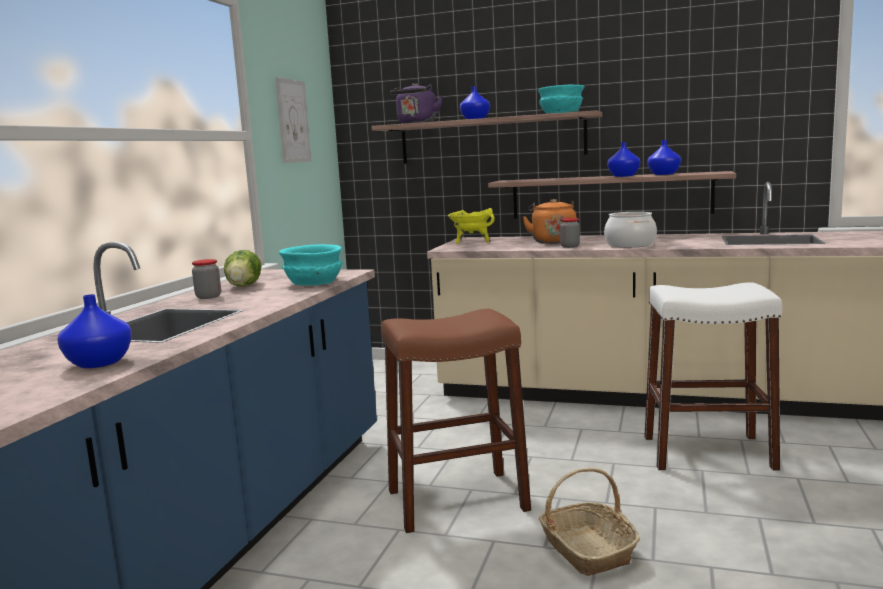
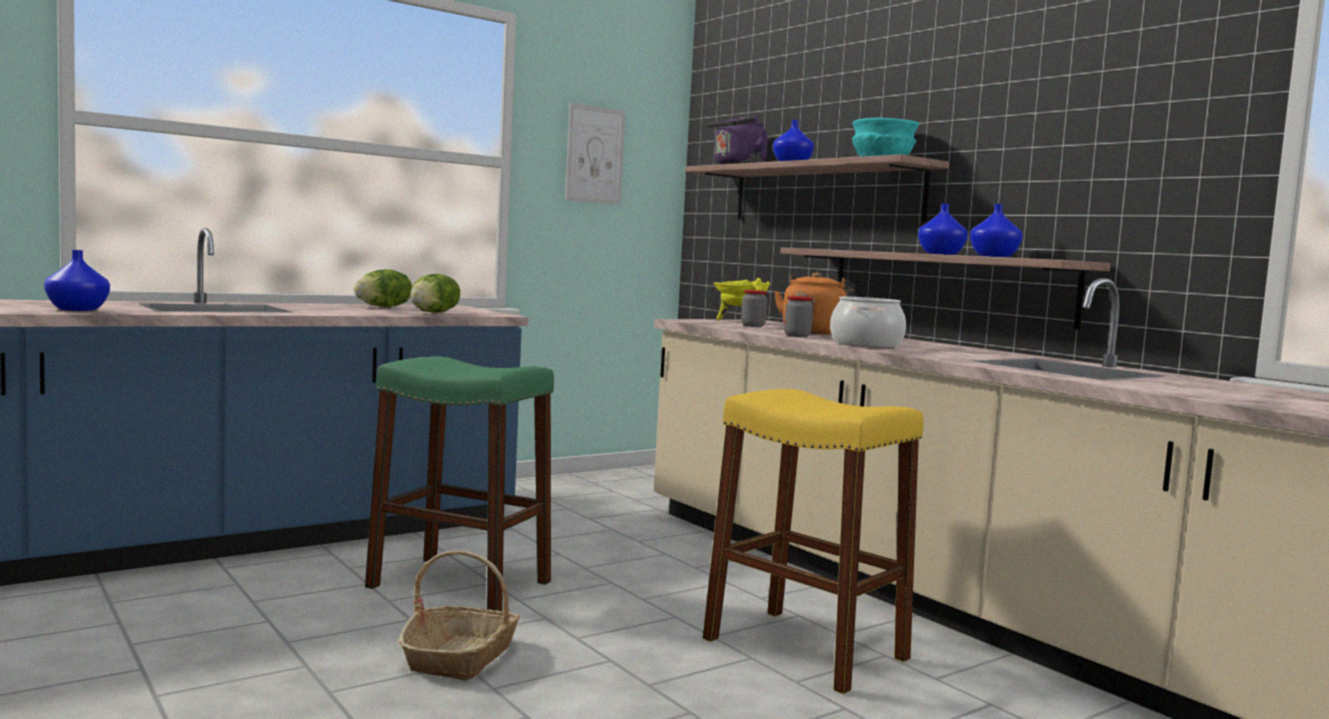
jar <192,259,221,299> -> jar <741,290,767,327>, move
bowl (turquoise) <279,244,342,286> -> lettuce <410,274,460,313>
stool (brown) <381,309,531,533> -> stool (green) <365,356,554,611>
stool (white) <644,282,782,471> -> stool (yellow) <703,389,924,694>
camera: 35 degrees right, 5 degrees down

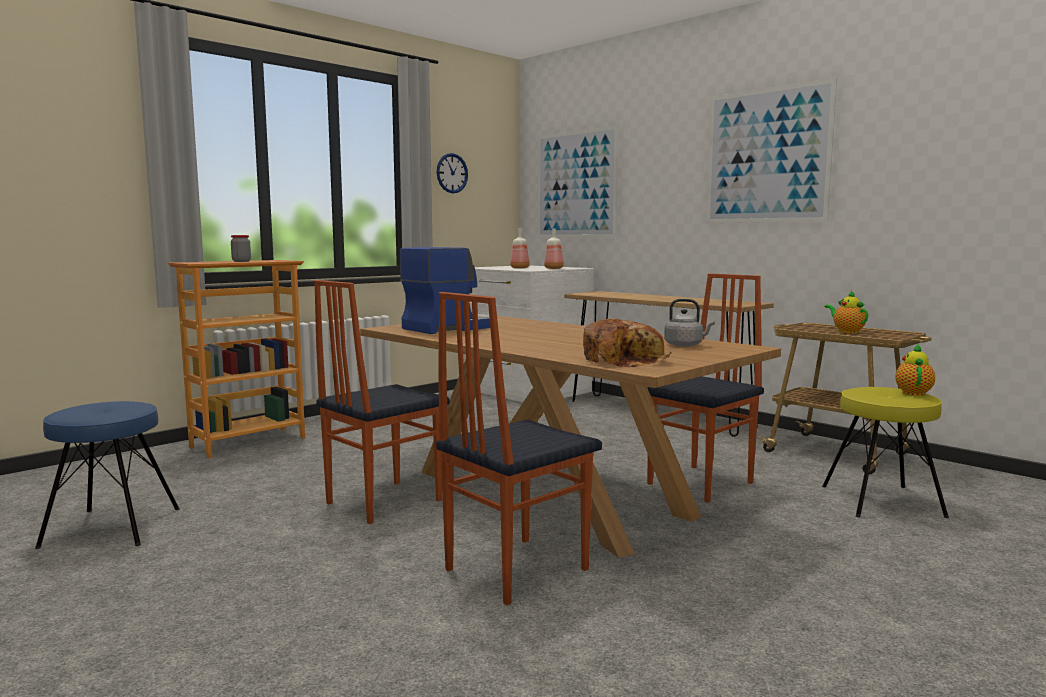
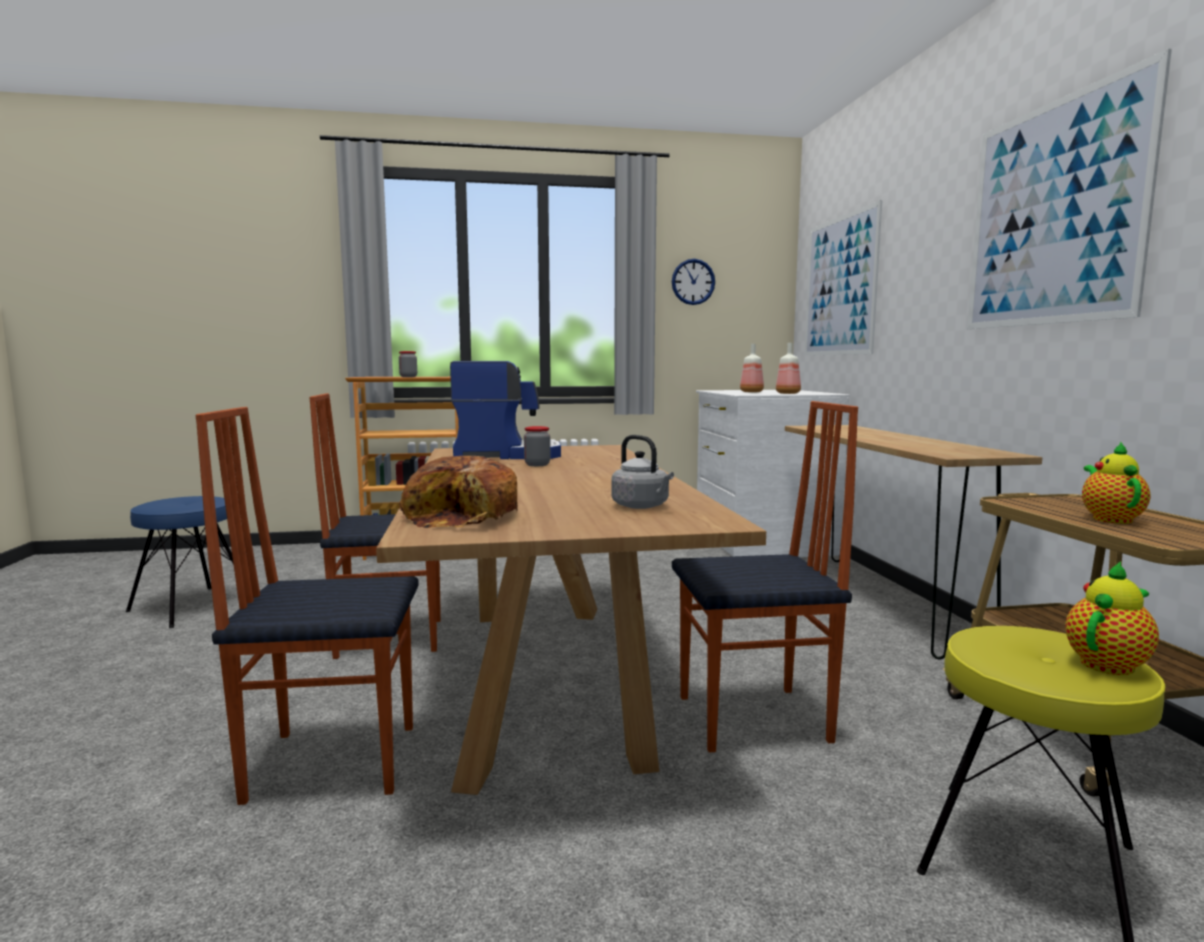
none -> jar <524,426,550,466>
camera: 35 degrees right, 0 degrees up

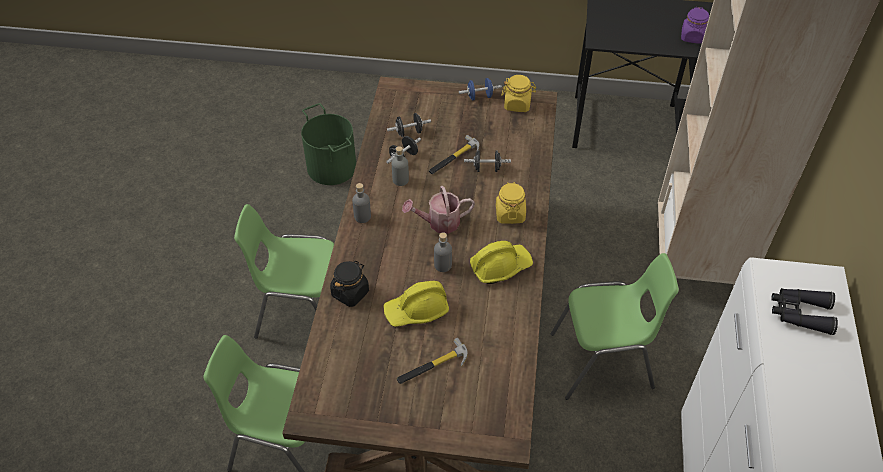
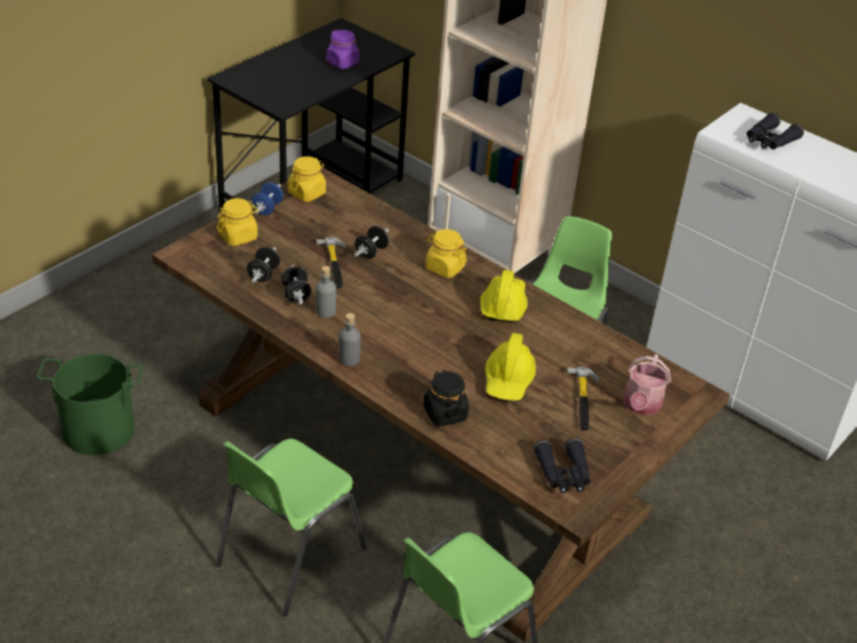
watering can <402,186,475,234> -> watering can <624,354,671,415>, move
bottle (grey) <434,232,452,272> -> none
none -> jar (yellow) <217,198,258,246>
none -> binoculars (black) <534,438,591,493>
camera: 60 degrees left, 10 degrees down

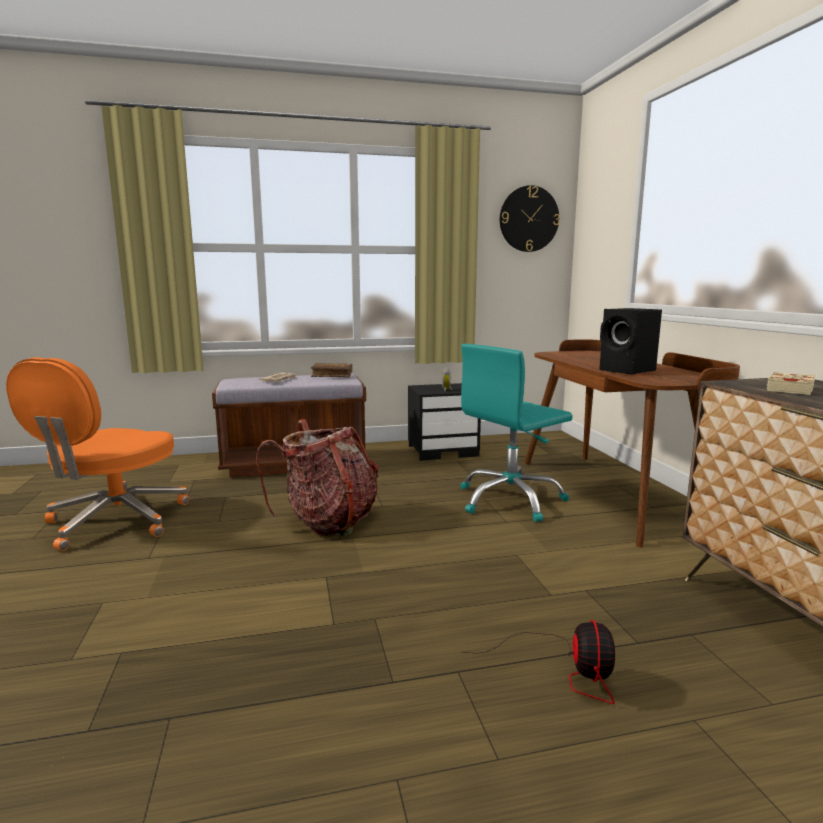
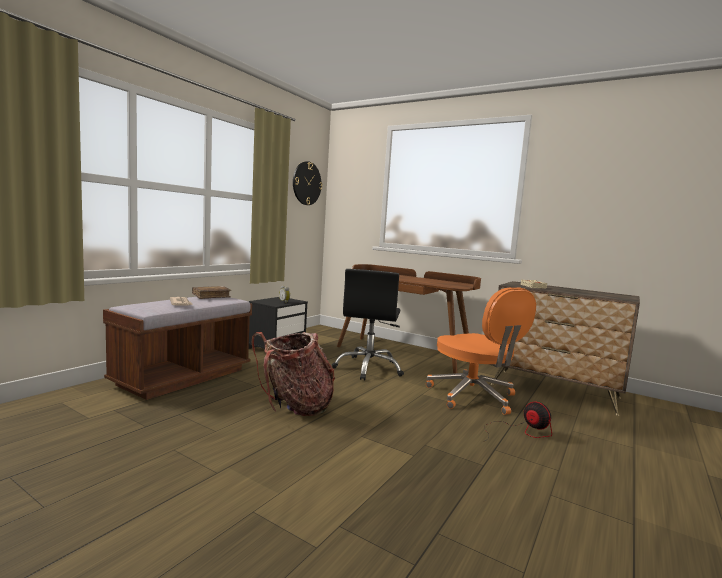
office chair (orange) <6,357,190,551> -> office chair (orange) <426,287,536,415>, move
office chair (turquoise) <460,344,573,522> -> office chair (black) <332,269,404,380>
speaker (black) <599,308,662,374> -> none
camera: 45 degrees left, 5 degrees down

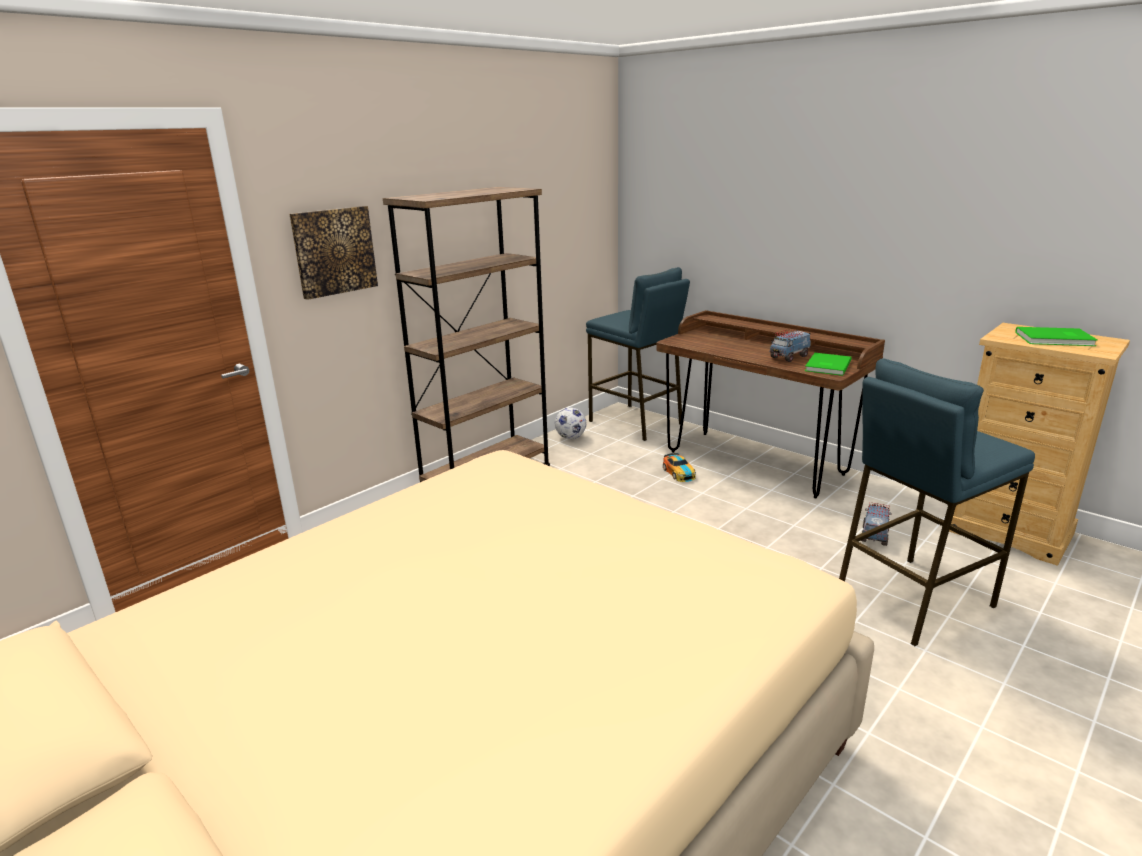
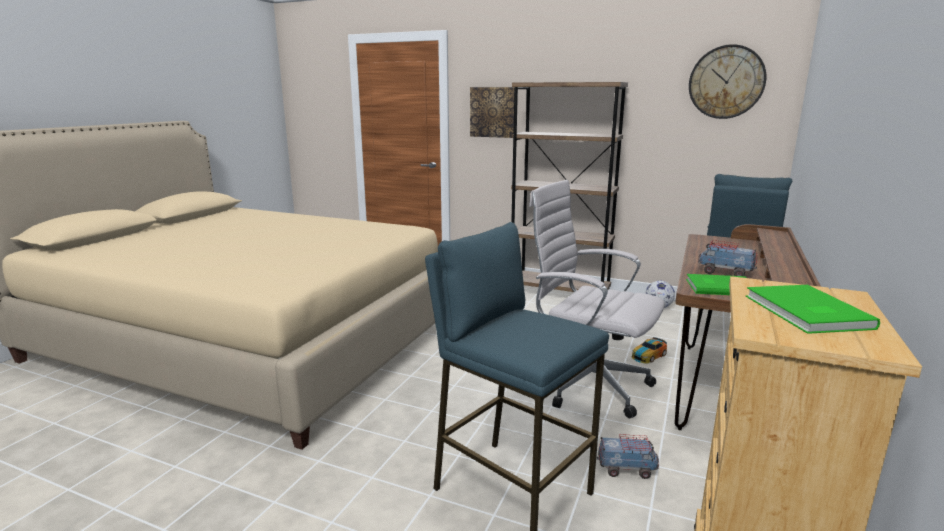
none -> office chair (white) <529,180,665,418>
none -> wall clock <689,44,766,119>
camera: 70 degrees right, 5 degrees down

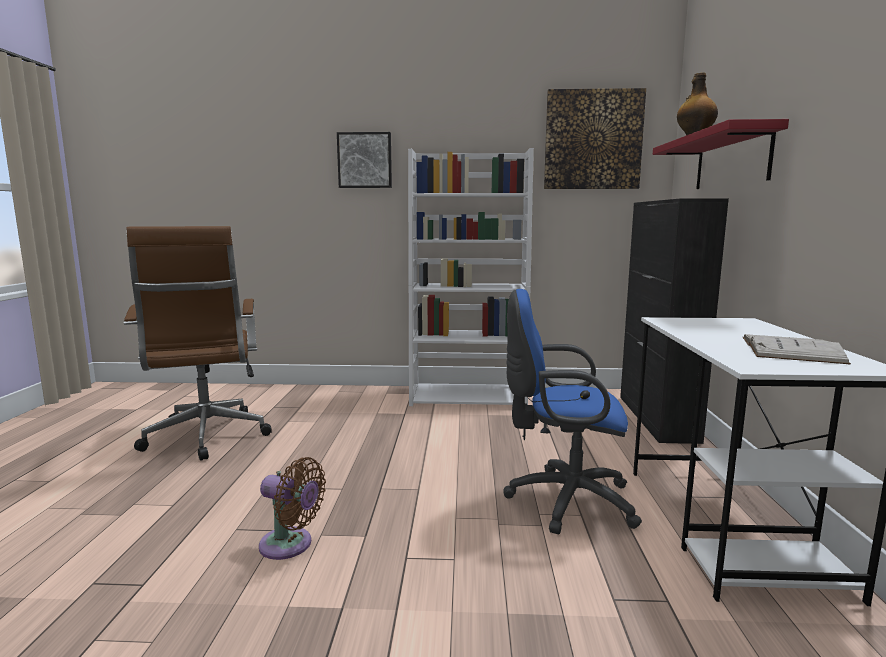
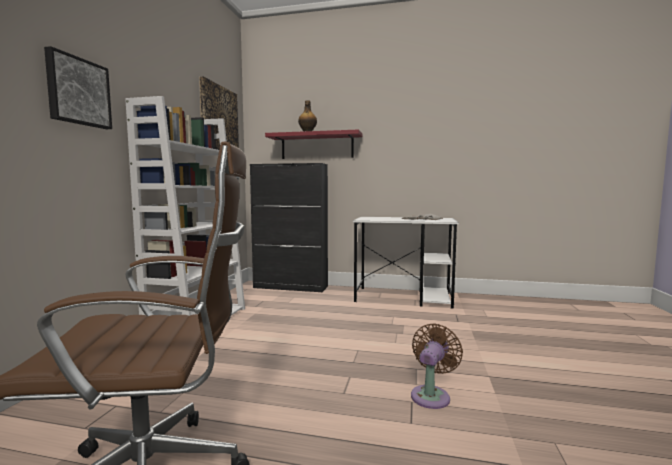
office chair (blue) <503,289,642,534> -> none
camera: 80 degrees left, 5 degrees down

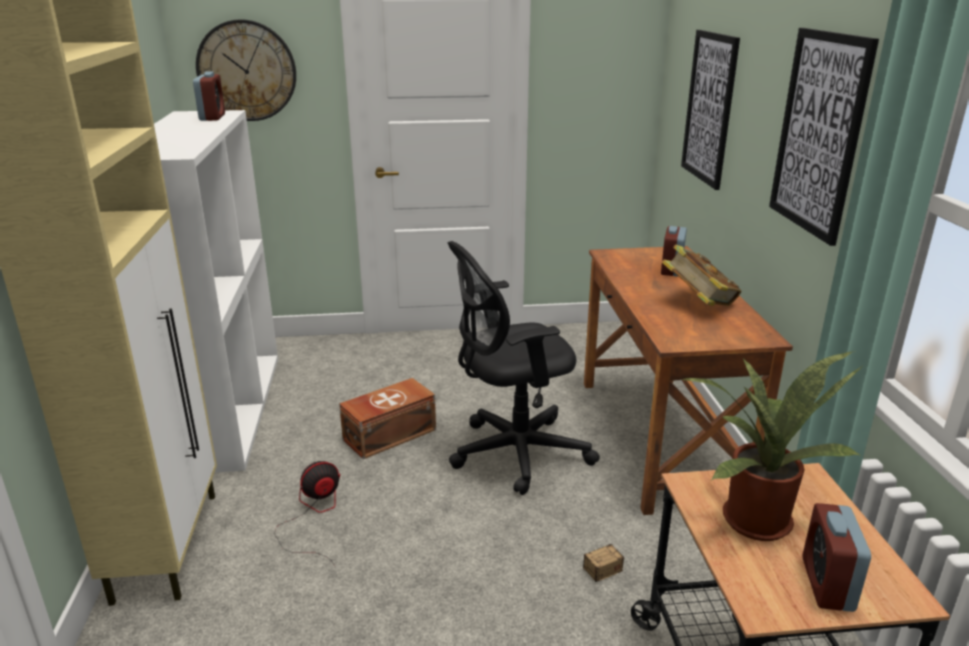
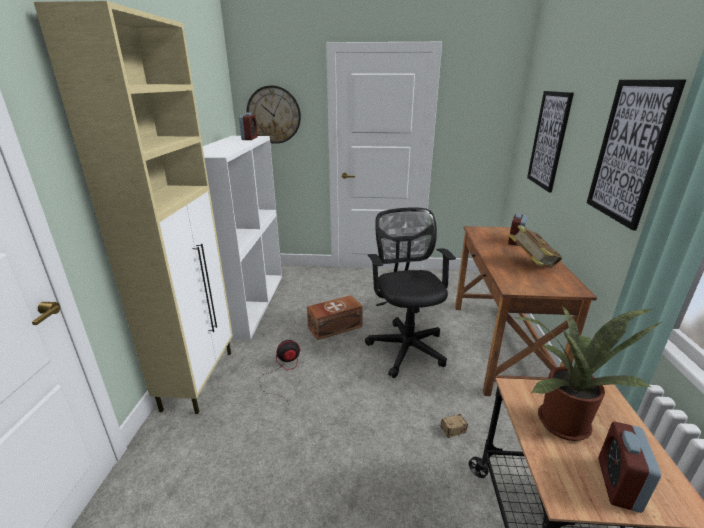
office chair (black) <447,241,600,495> -> office chair (black) <365,208,456,378>, 90 degrees clockwise
camera: 10 degrees right, 0 degrees up

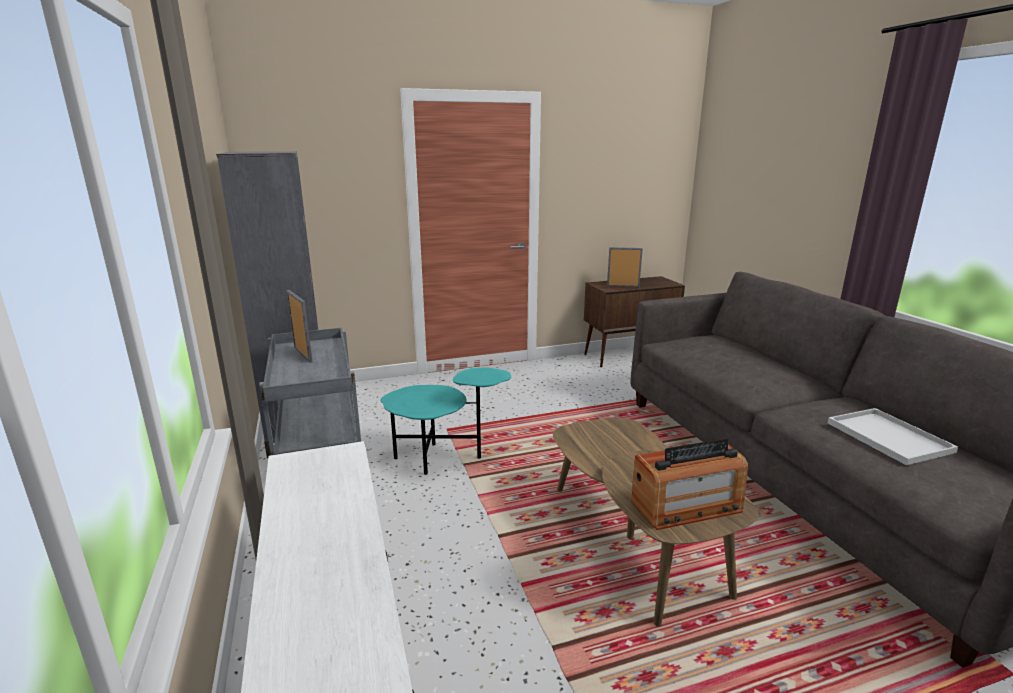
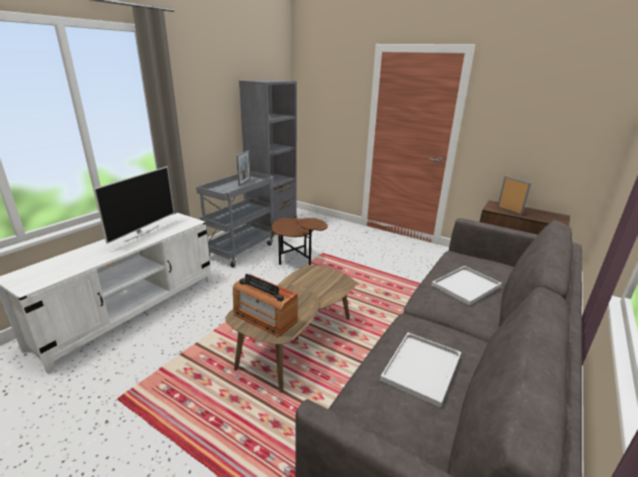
side table (turquoise) <380,368,511,475> -> side table (brown) <271,218,328,265>
none -> television <93,166,174,244>
none -> tray (white) <432,266,502,306>
camera: 50 degrees right, 5 degrees up

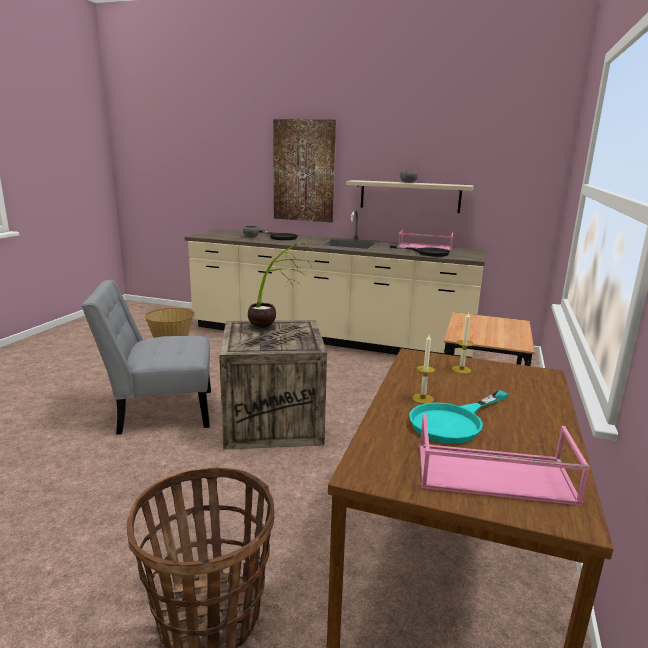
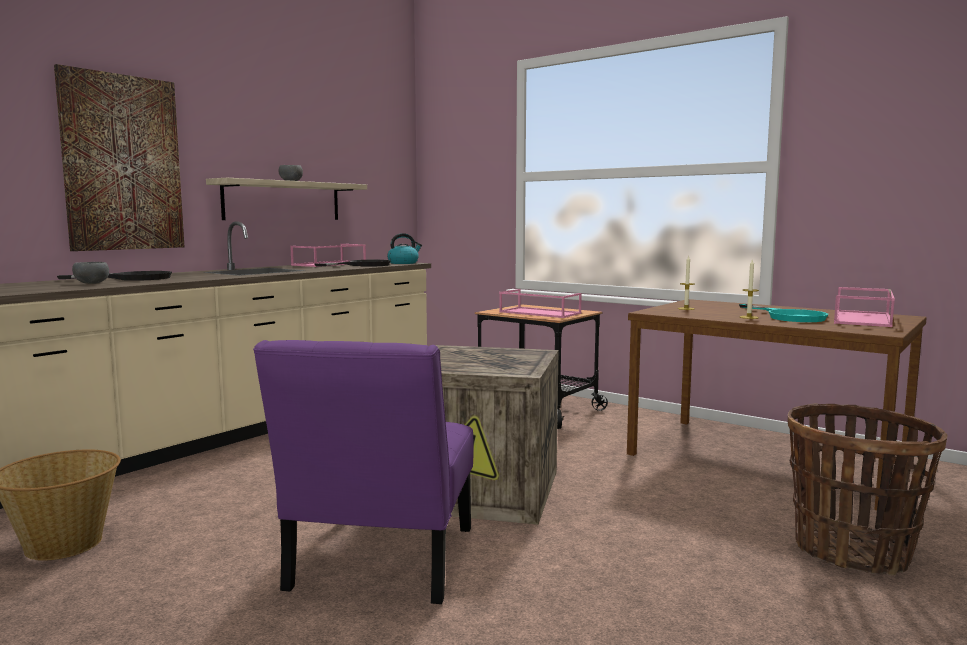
chair (grey) <81,280,211,434> -> chair (purple) <253,340,473,604>
potted plant <248,238,312,332> -> none
none -> kettle <387,233,422,264>
none -> tray (pink) <499,289,582,318>
camera: 70 degrees left, 10 degrees down

